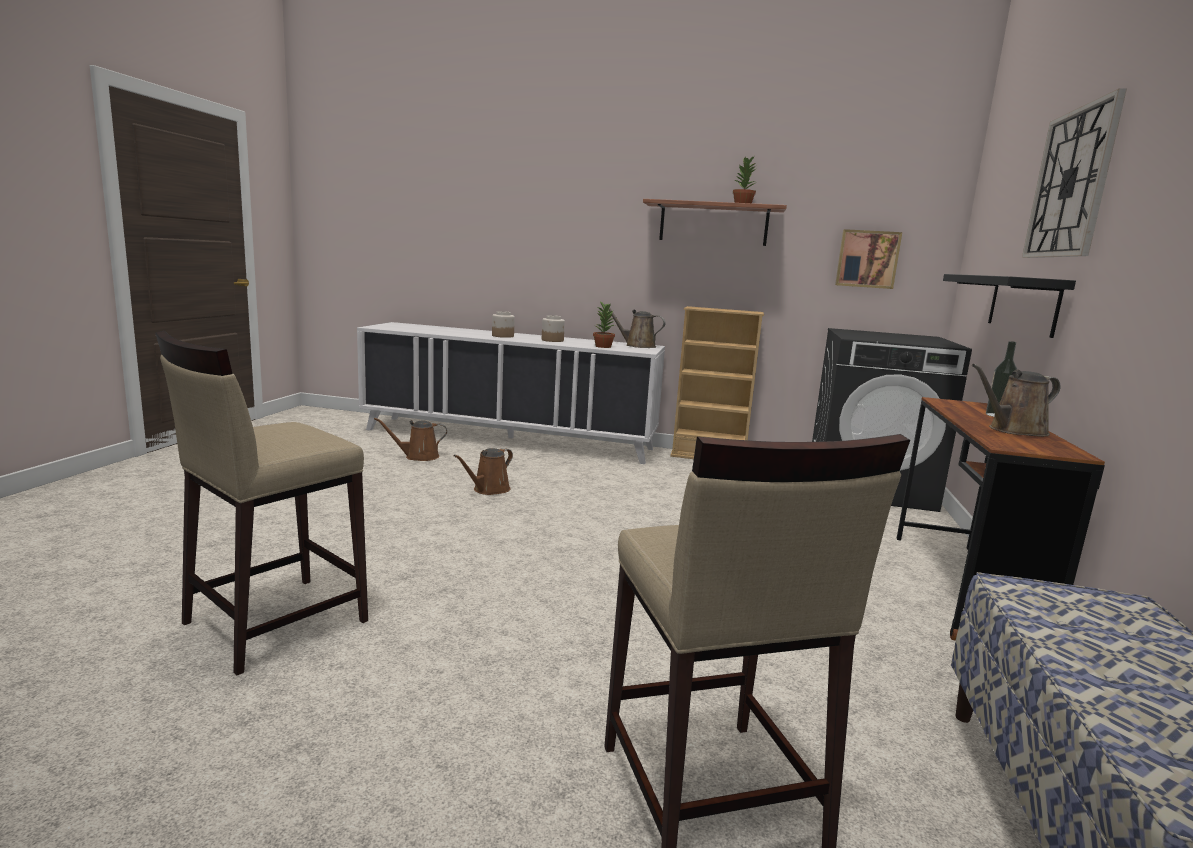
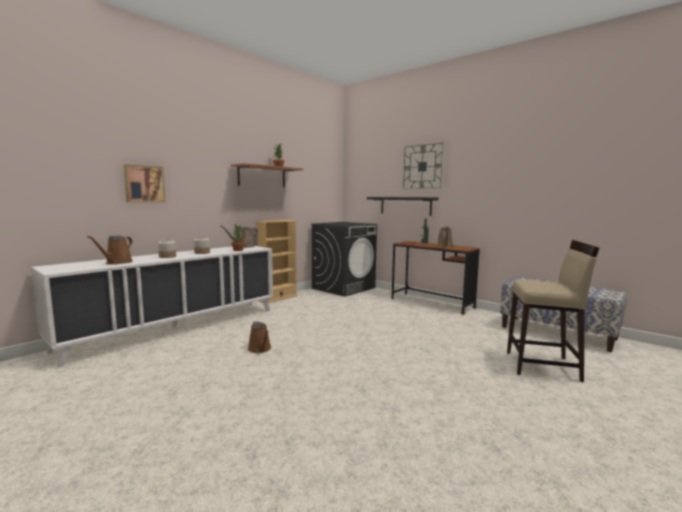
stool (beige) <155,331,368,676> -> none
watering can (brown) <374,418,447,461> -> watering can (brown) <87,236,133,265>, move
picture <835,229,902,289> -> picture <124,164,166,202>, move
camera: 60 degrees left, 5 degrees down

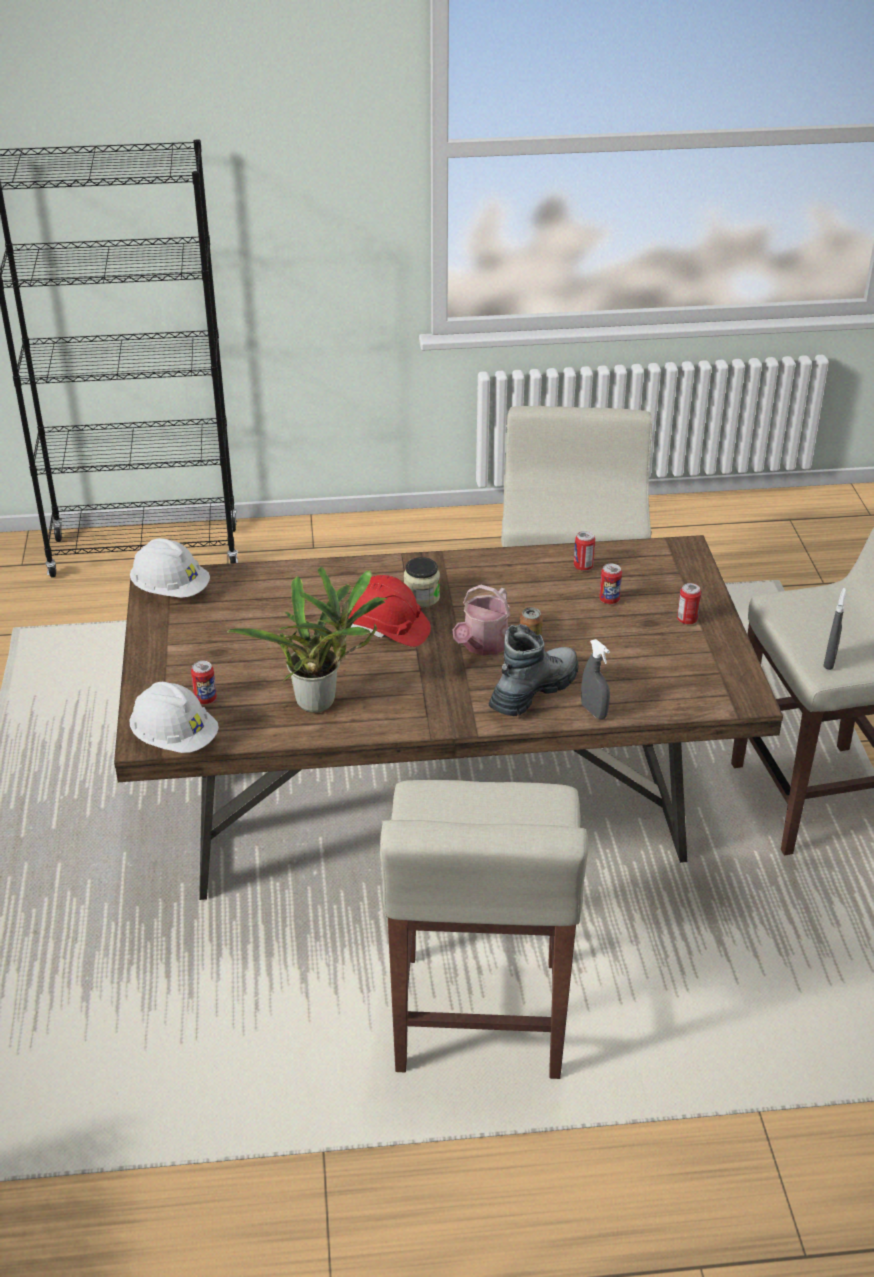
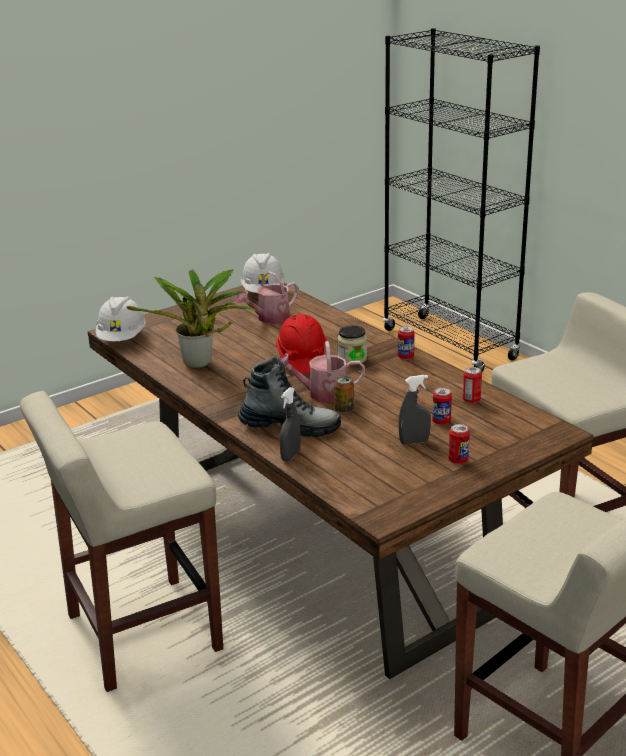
can <191,661,217,704> -> can <398,326,415,360>, move
spray bottle (grey) <823,588,846,670> -> spray bottle (grey) <398,375,431,444>, move
none -> watering can <235,271,298,324>
camera: 60 degrees right, 10 degrees down

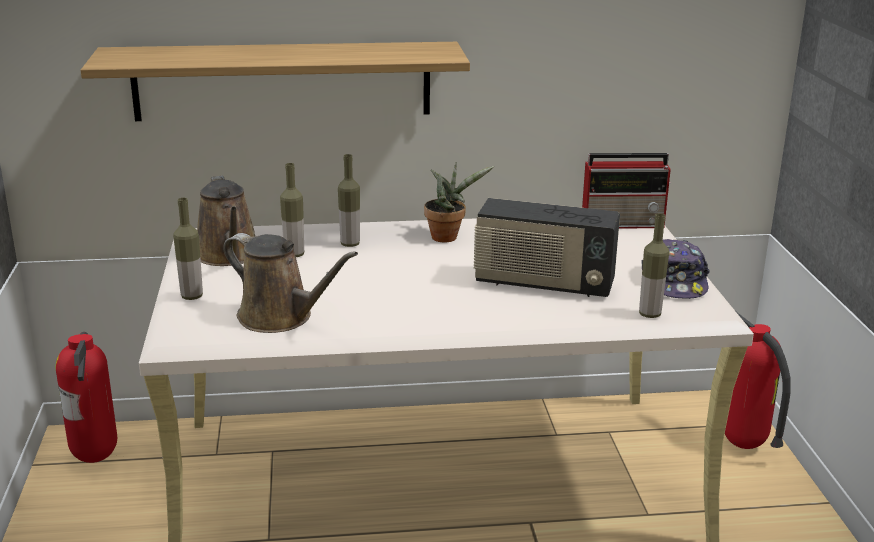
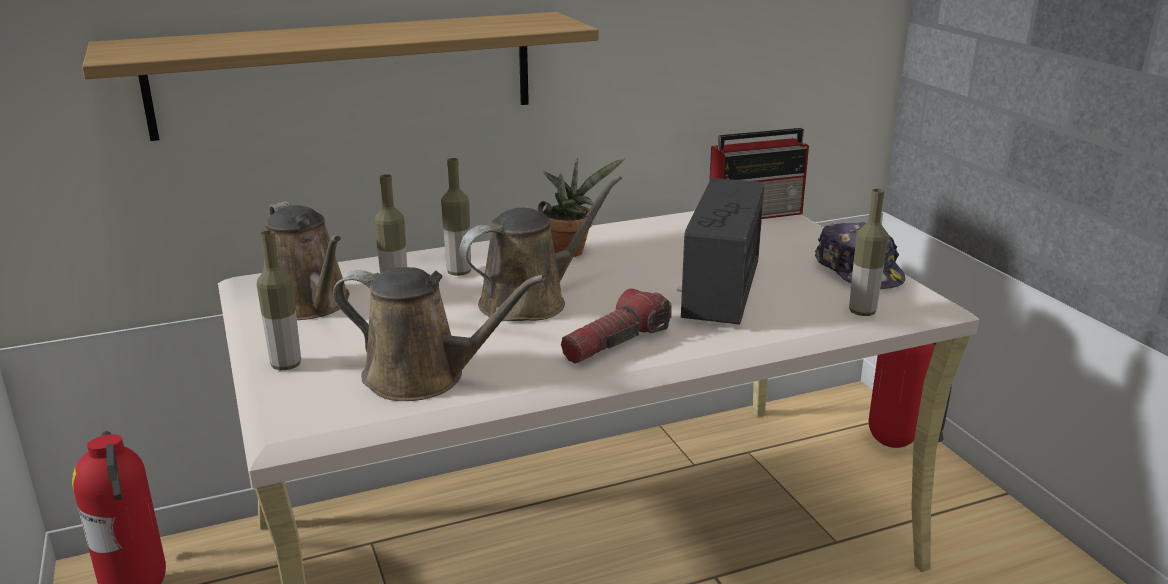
radio <474,198,620,297> -> radio <677,178,765,325>, 105 degrees clockwise
none -> watering can (brown) <459,175,622,321>
none -> flashlight <561,288,672,364>
camera: 15 degrees left, 0 degrees up

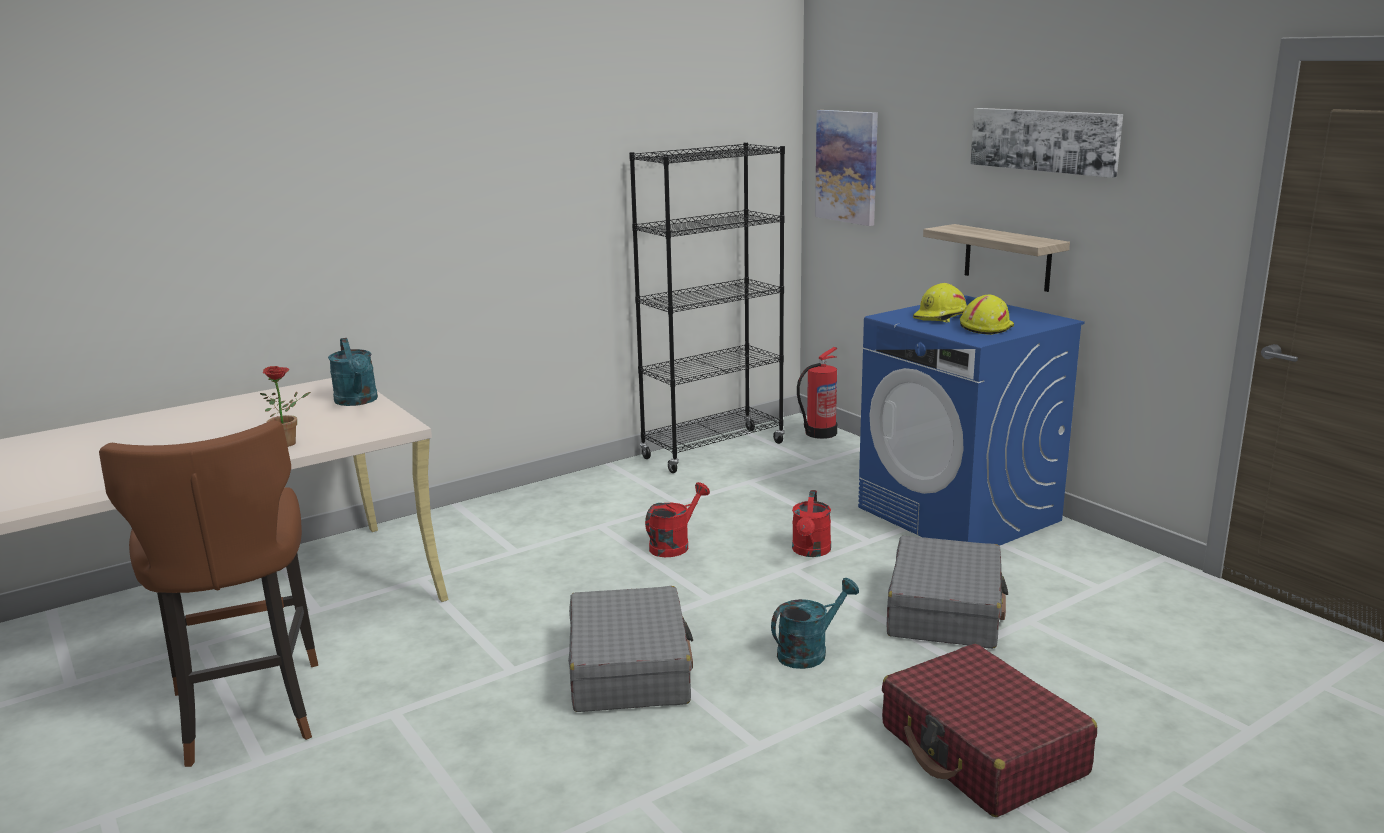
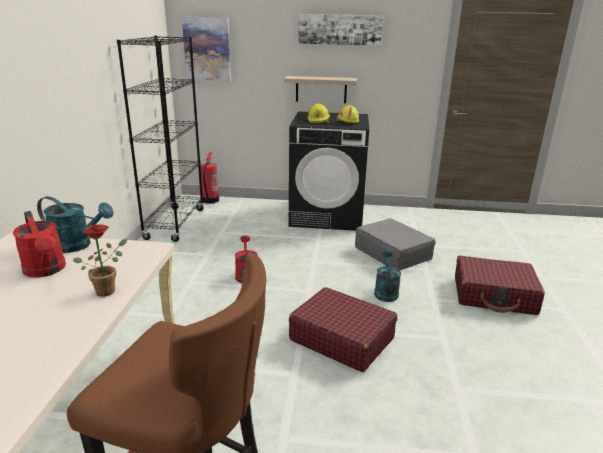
suitcase (grey) <568,586,693,712> -> suitcase (red) <289,287,397,372>
watering can (red) <792,490,831,557> -> watering can (red) <13,211,66,277>, move
washing machine (blue) <858,295,1085,546> -> washing machine (black) <289,111,369,231>
camera: 50 degrees left, 5 degrees up

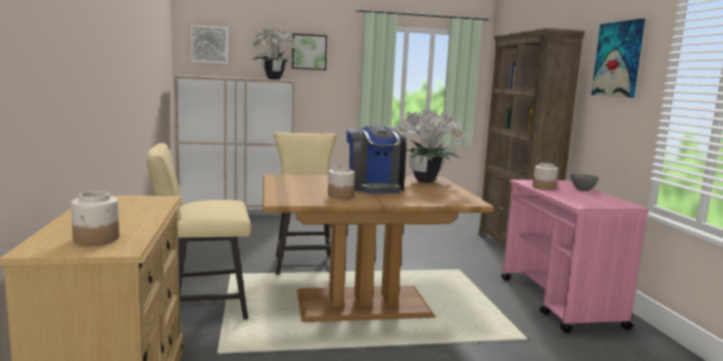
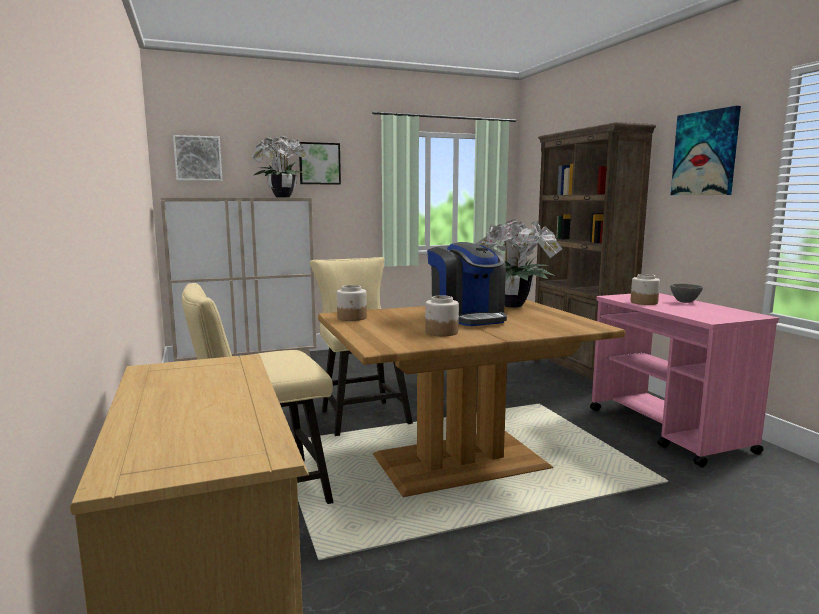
jar <71,191,119,245> -> jar <337,285,367,321>, move
camera: 10 degrees left, 0 degrees up

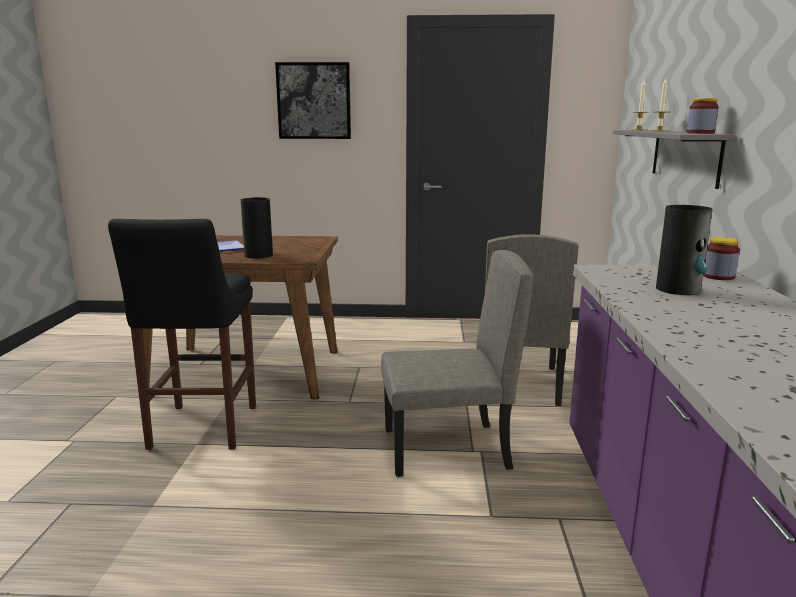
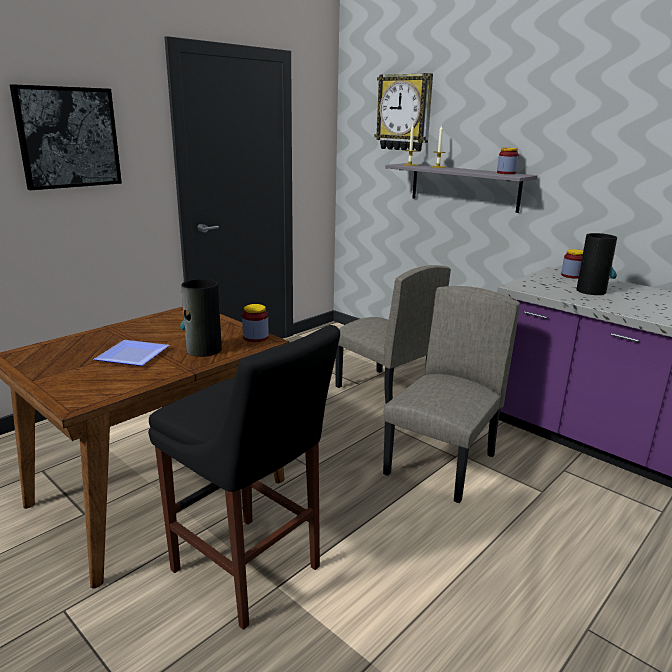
none -> jar <242,304,269,342>
none -> wall clock <375,73,433,152>
camera: 50 degrees left, 5 degrees up

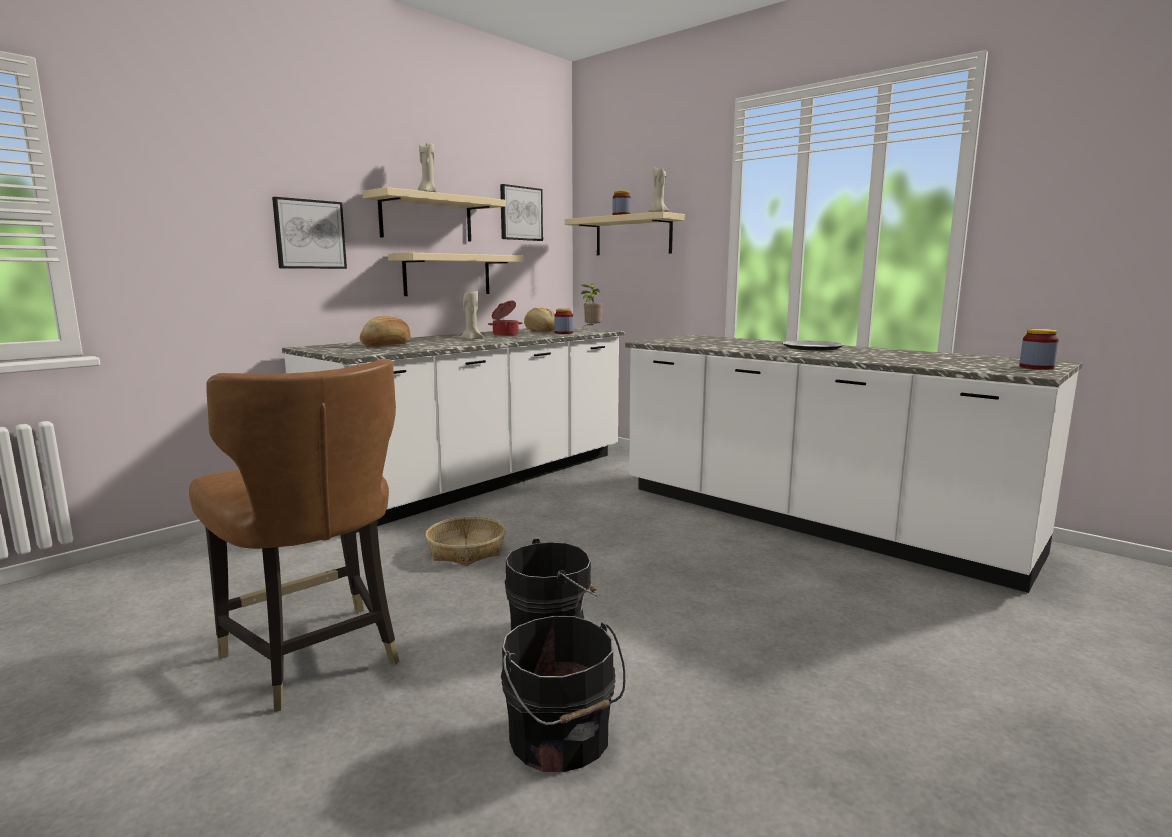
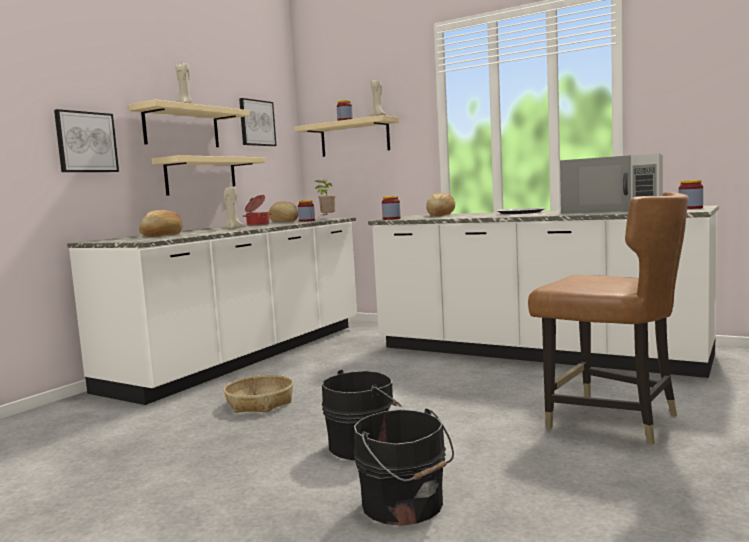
chair (brown) <189,359,399,712> -> chair (brown) <528,192,689,445>, move
none -> jar <382,196,400,220>
none -> bread <426,193,455,216>
none -> microwave (white) <560,153,663,214>
camera: 10 degrees left, 5 degrees down

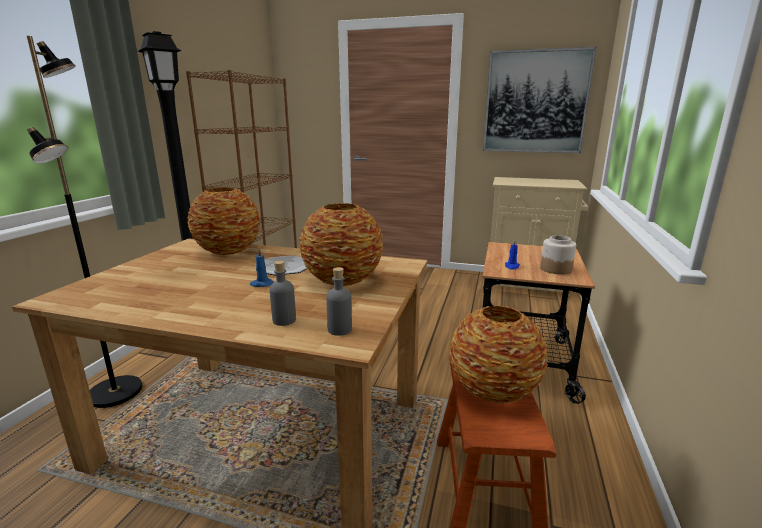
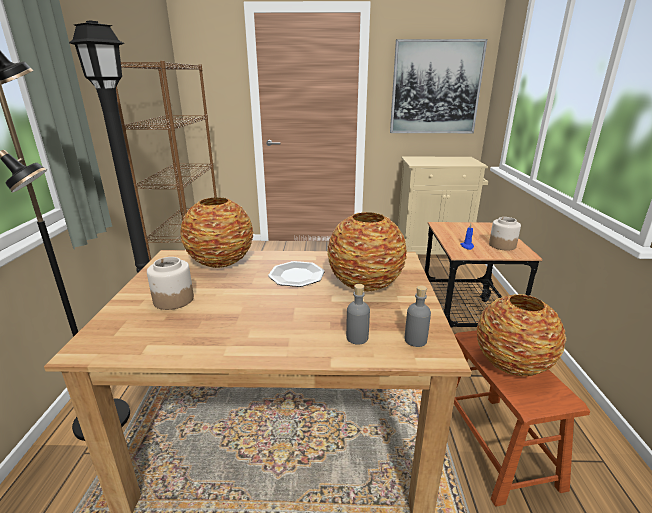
candle (blue) <250,249,274,287> -> none
none -> jar <147,257,194,310>
camera: 15 degrees left, 5 degrees up

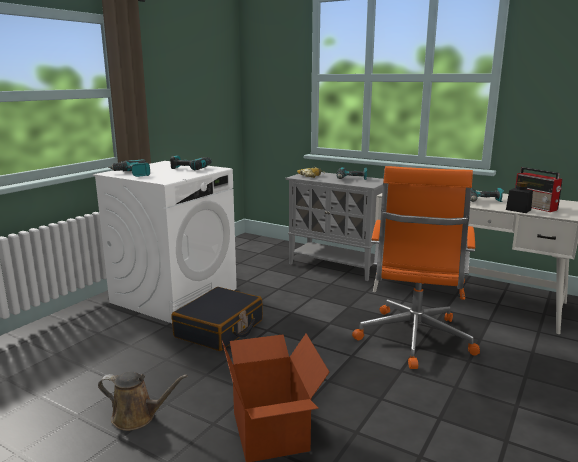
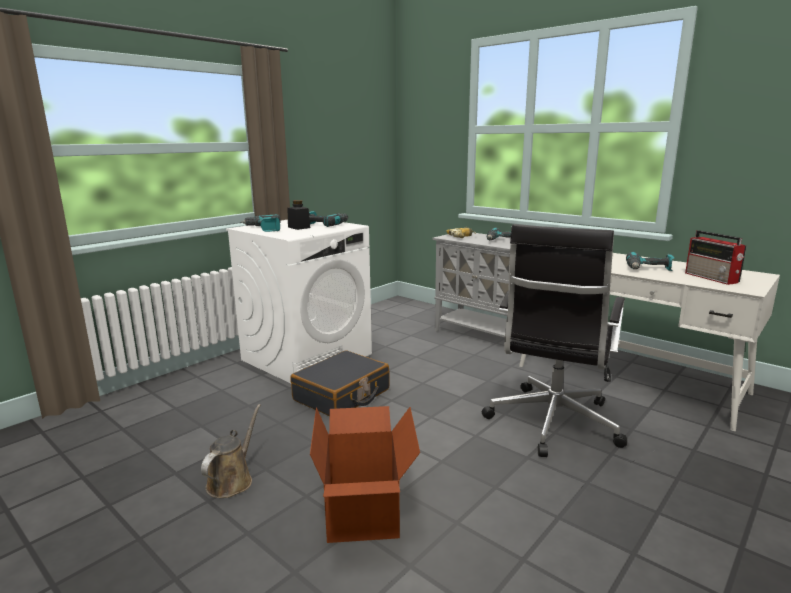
watering can (brown) <98,372,188,431> -> watering can (brown) <201,404,261,498>, 90 degrees counterclockwise
office chair (orange) <352,166,480,369> -> office chair (black) <482,224,627,457>
jar (black) <506,182,533,213> -> jar (black) <288,200,310,230>, move
camera: 10 degrees right, 0 degrees up

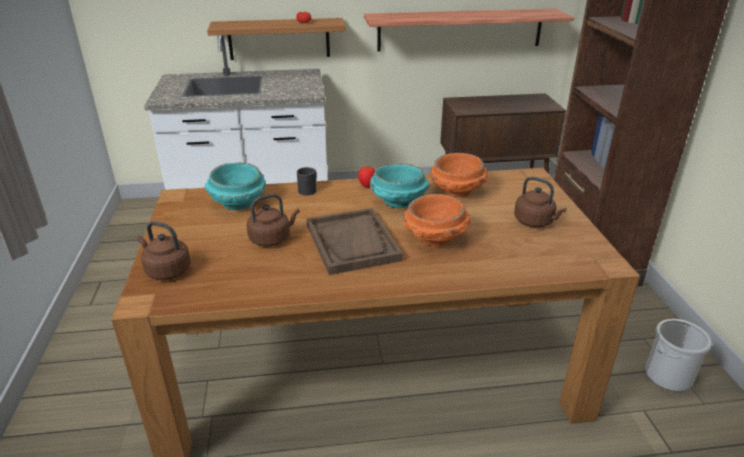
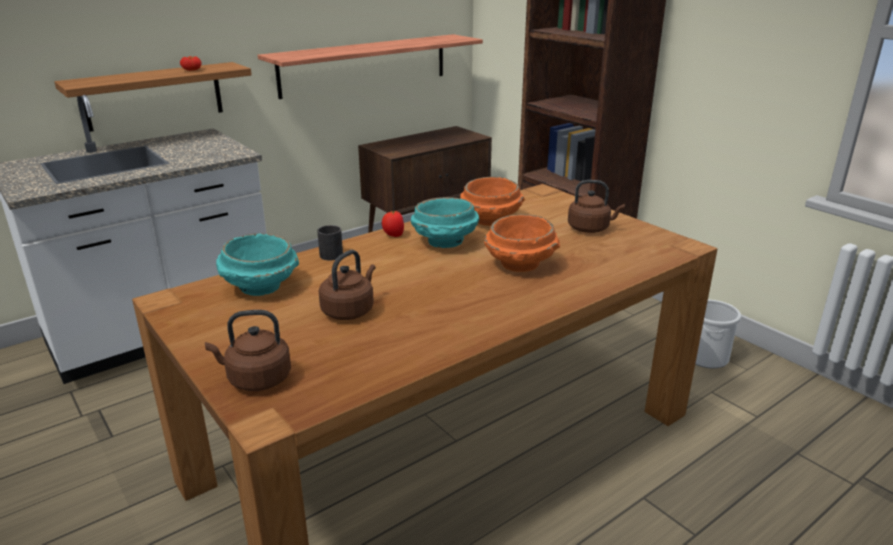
tray (brown) <306,208,403,275> -> none
camera: 30 degrees left, 5 degrees down

